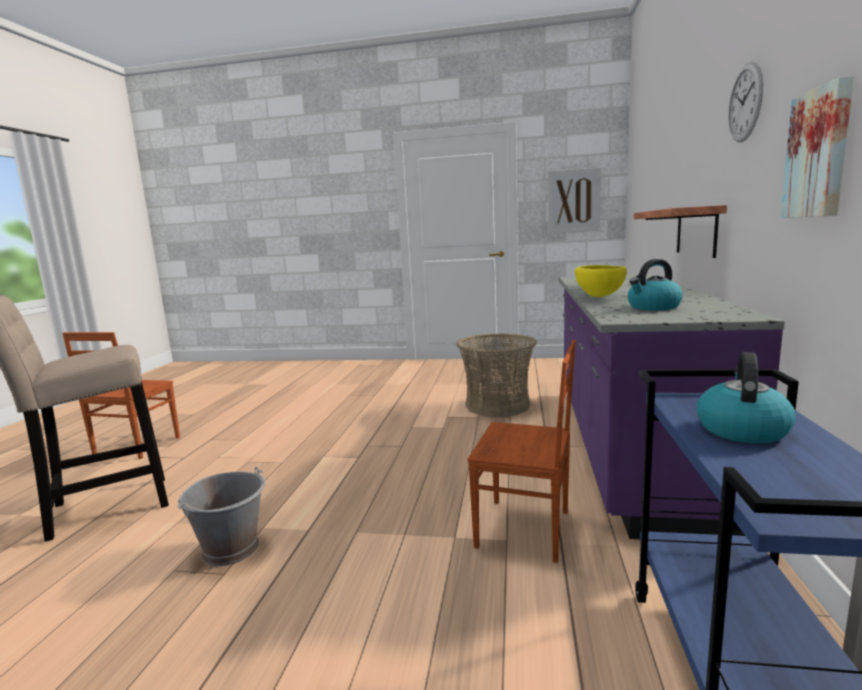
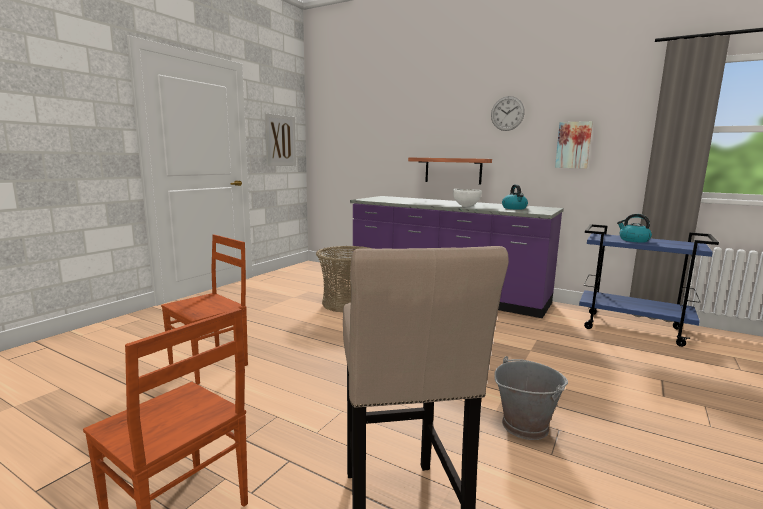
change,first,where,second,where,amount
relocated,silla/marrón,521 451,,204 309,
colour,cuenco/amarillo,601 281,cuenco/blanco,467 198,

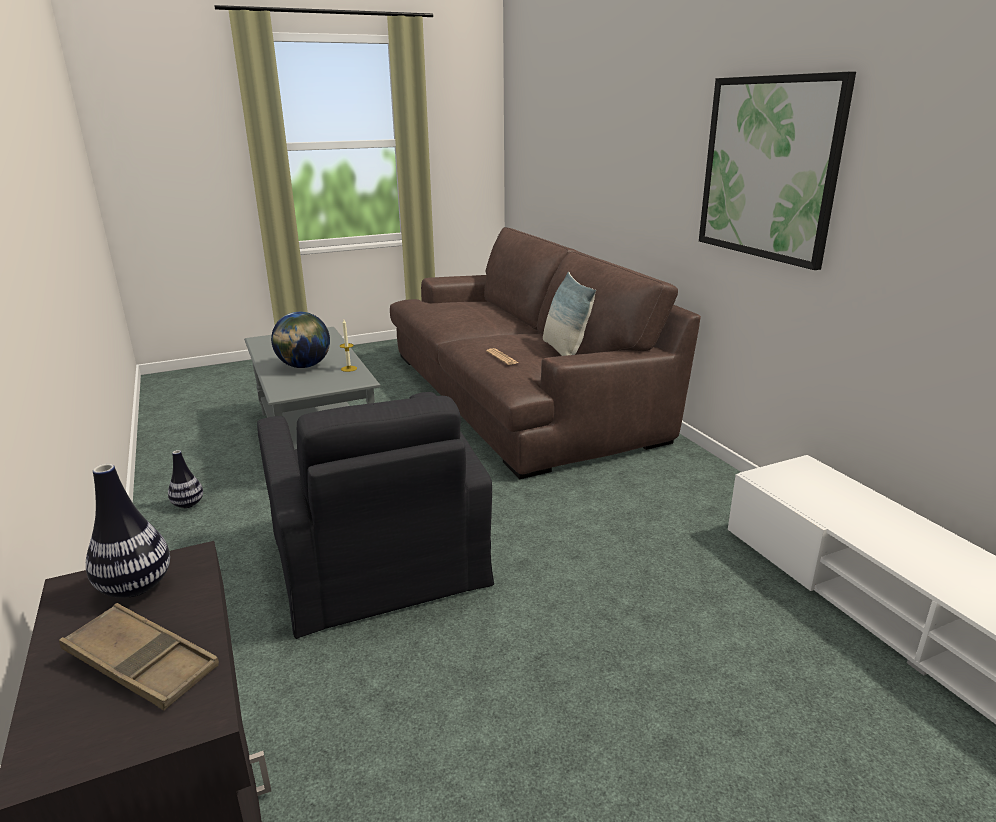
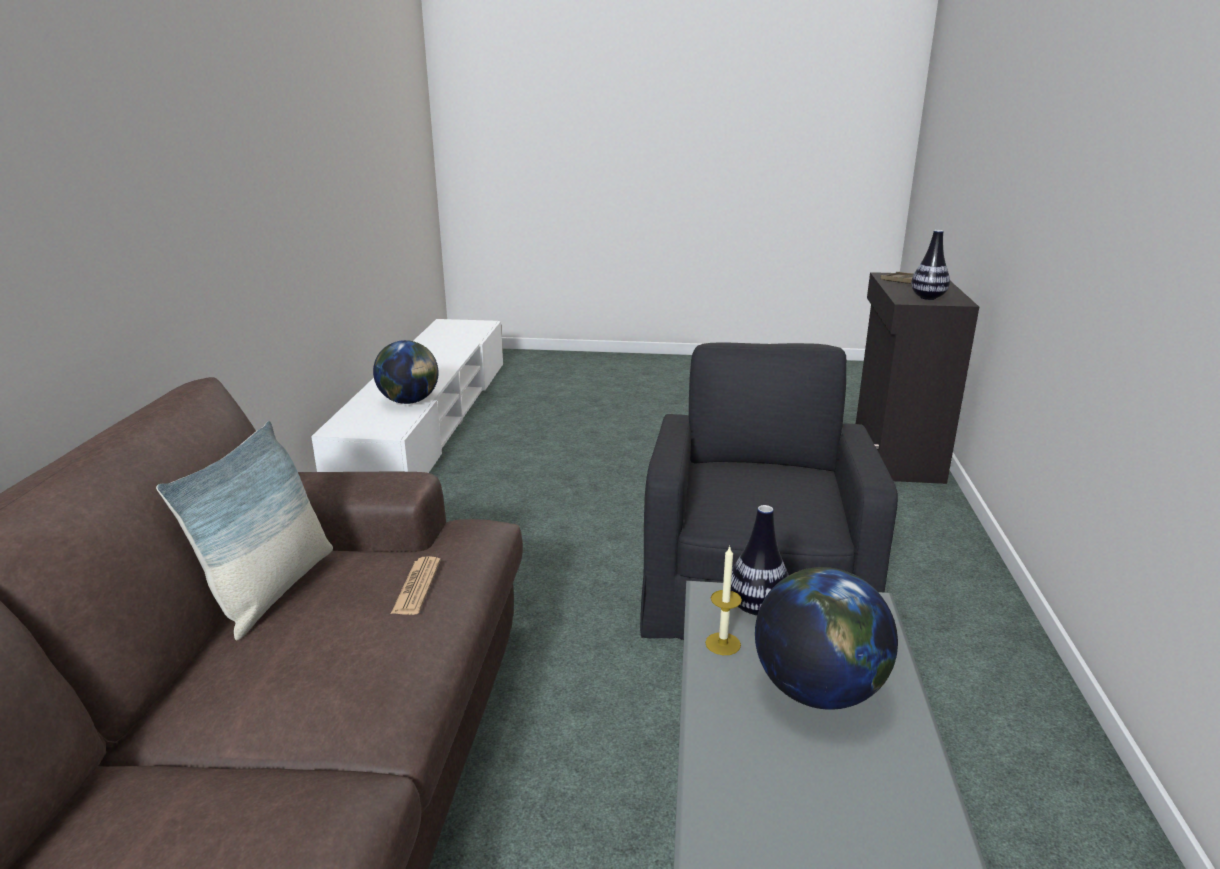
change,first,where,second,where,amount
relocated,florero,185 479,,760 560,
missing,cuadro,777 171,,,
appeared,,,globo terráqueo,406 372,

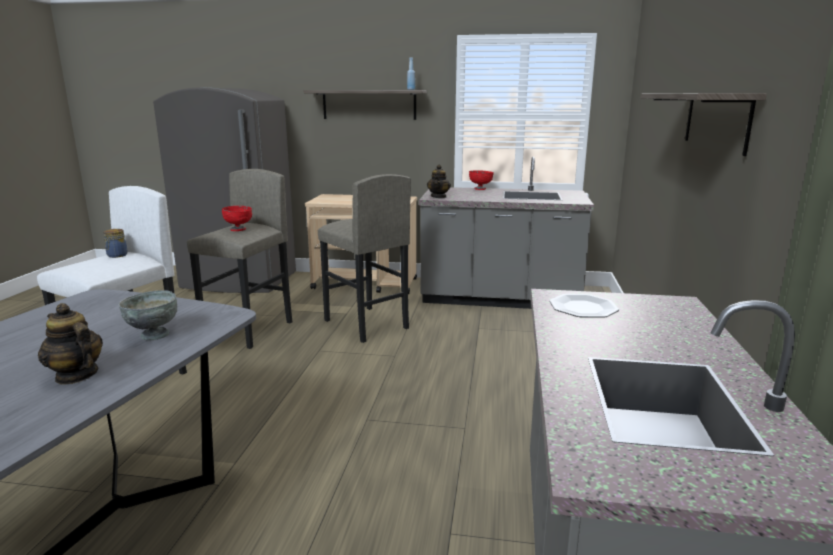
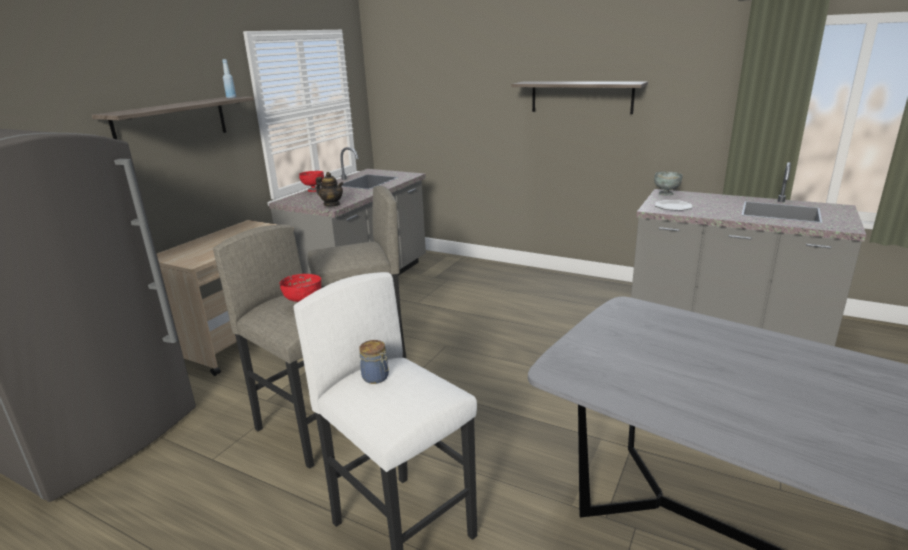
change,first,where,second,where,amount
missing,tetera,70 343,,,
relocated,cuenco/gris,148 315,,668 183,

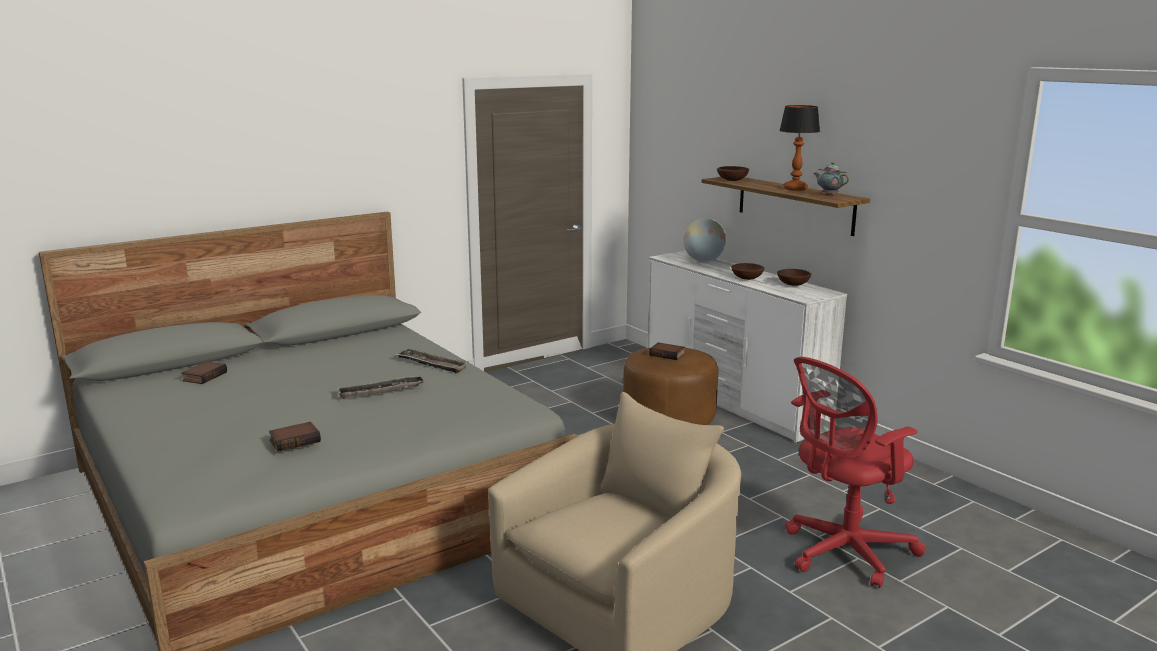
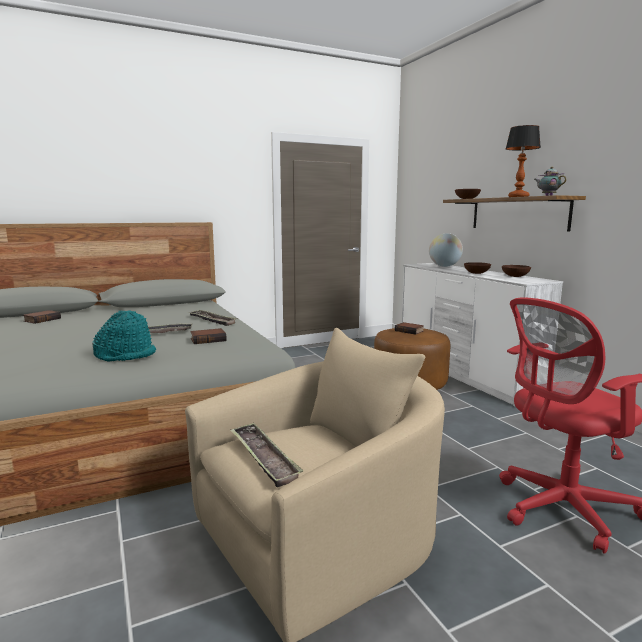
change,first,where,second,where,amount
relocated,libro,295 437,,208 336,
appeared,,,sombrero/turquesa,124 336,
appeared,,,bandeja,266 455,

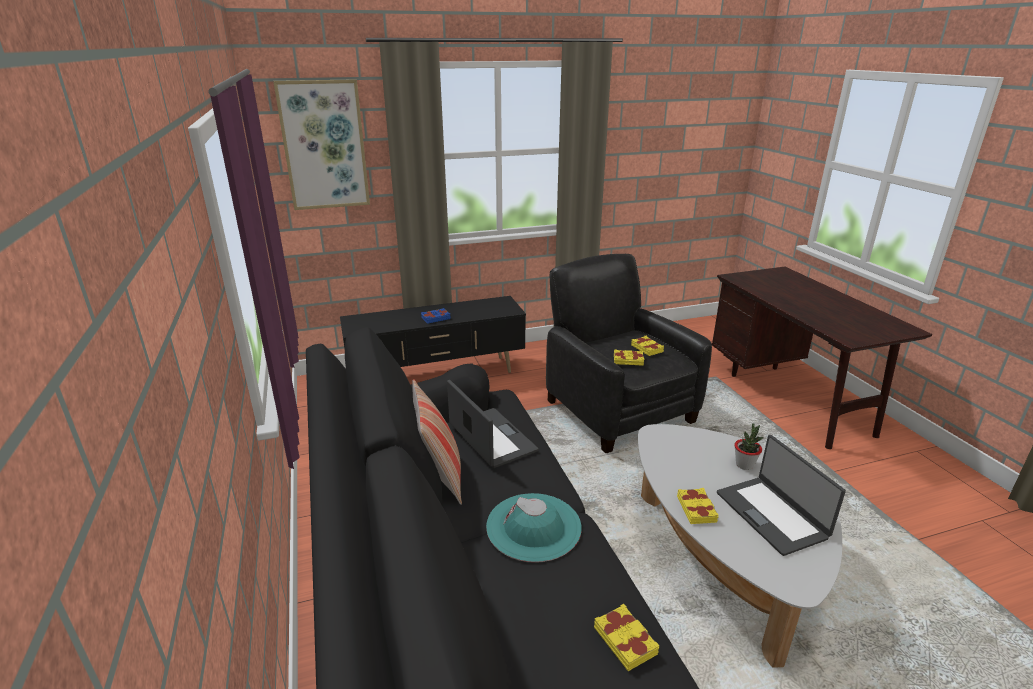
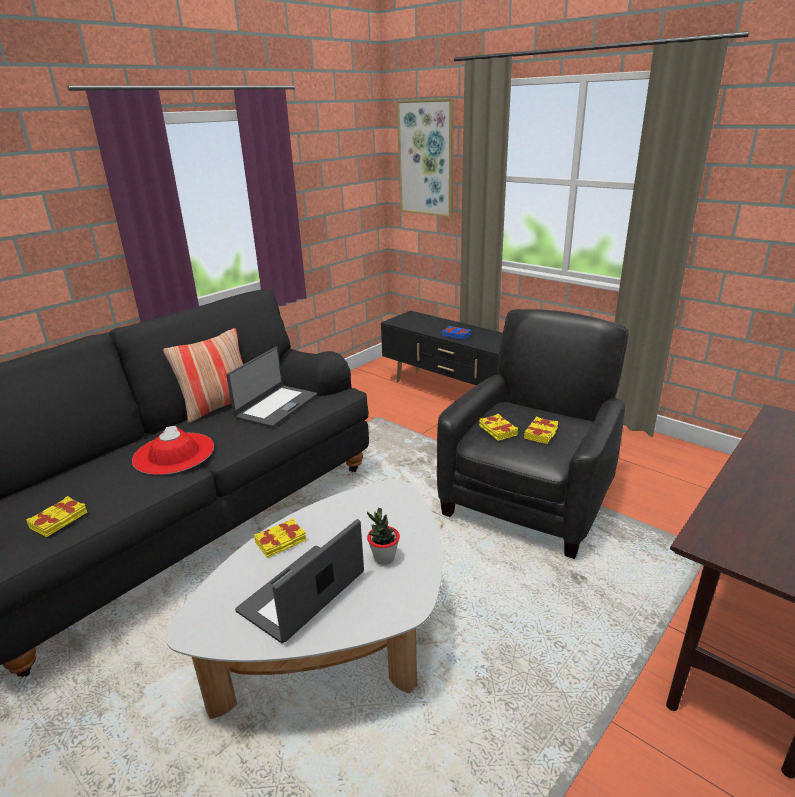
change,first,where,second,where,amount
colour,sombrero/turquesa,534 527,sombrero/rojo,173 450,

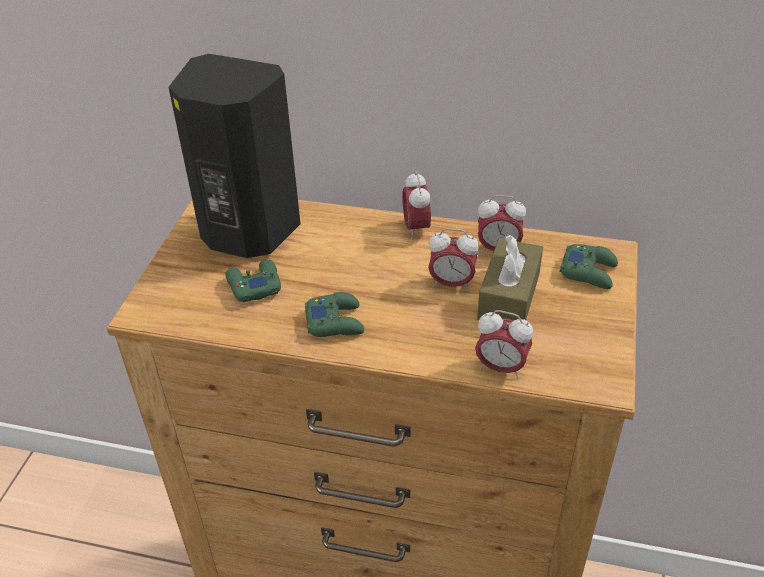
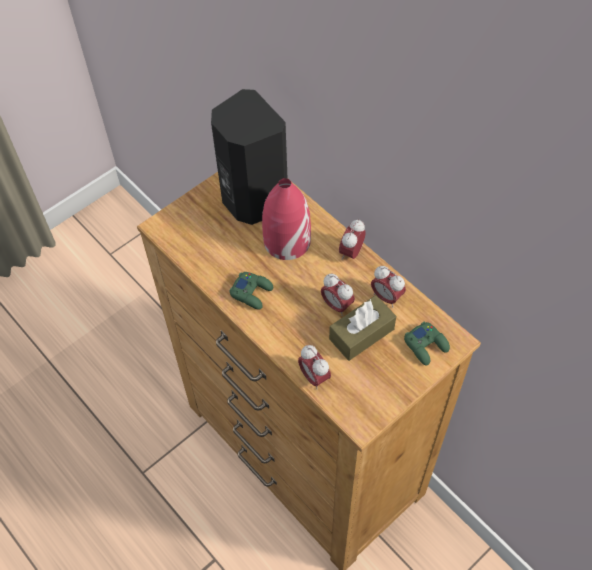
change,first,where,second,where,amount
missing,mando de consola/verde,253 281,,,
appeared,,,florero/rojo,286 219,

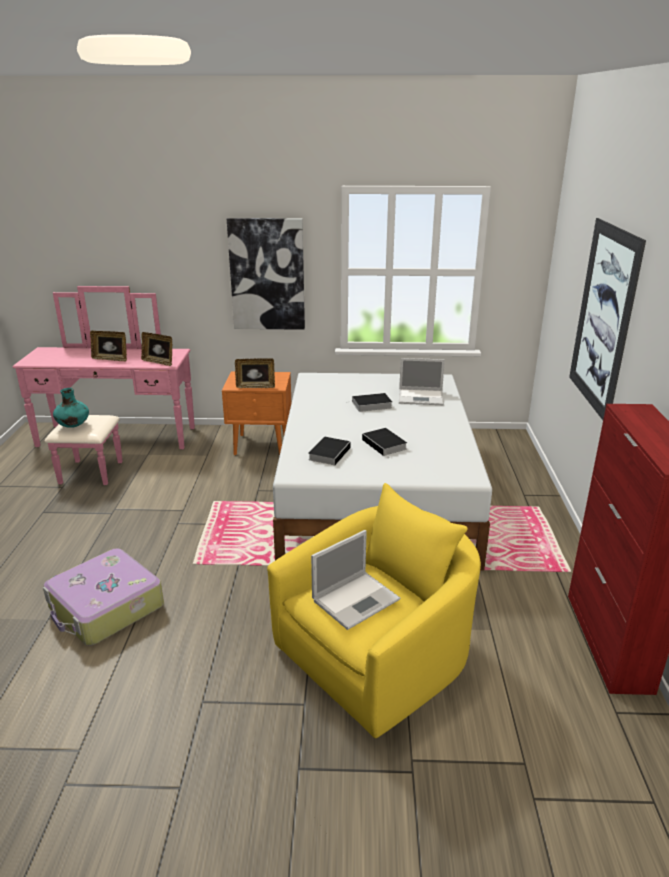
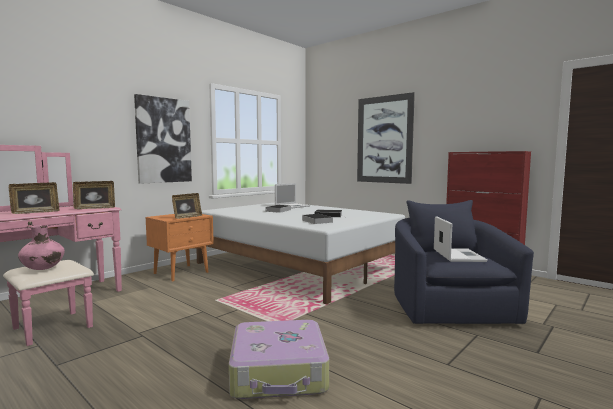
change,first,where,second,where,amount
colour,florero/turquesa,71 408,florero/rosa,41 247,
colour,sillón/amarillo,374 610,sillón/azul,464 262,

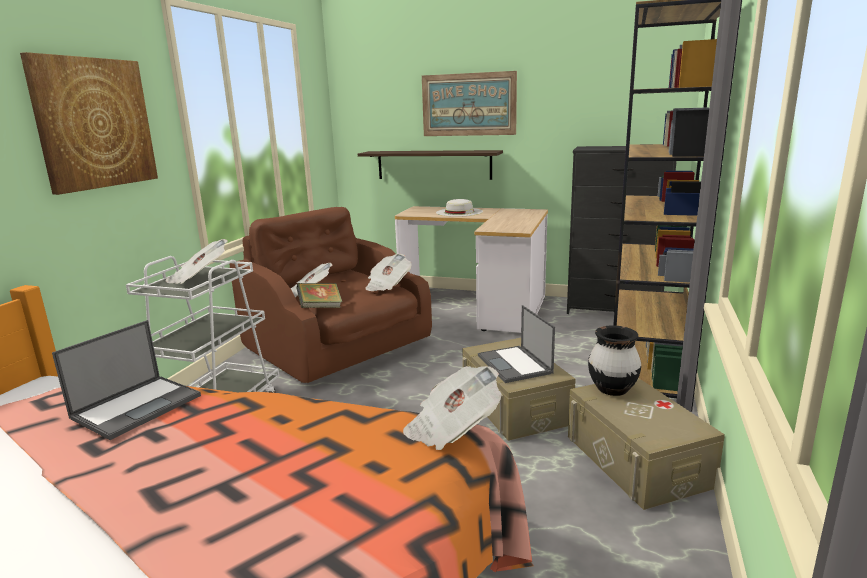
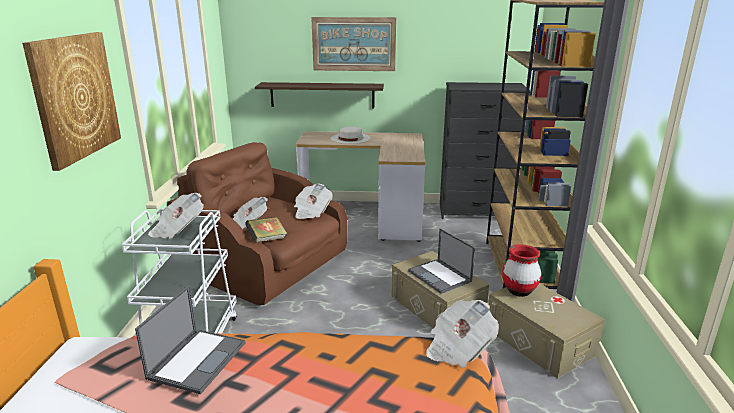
change,first,where,second,where,amount
colour,florero/negro,614 360,florero/rojo,521 270,

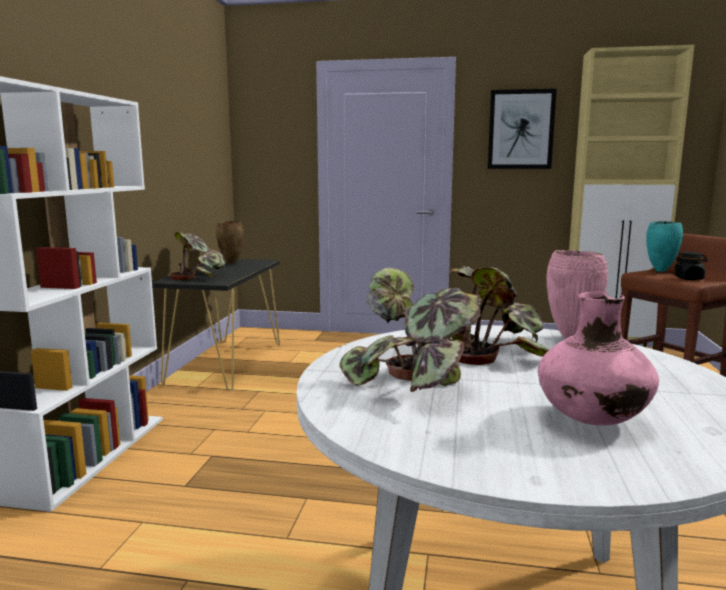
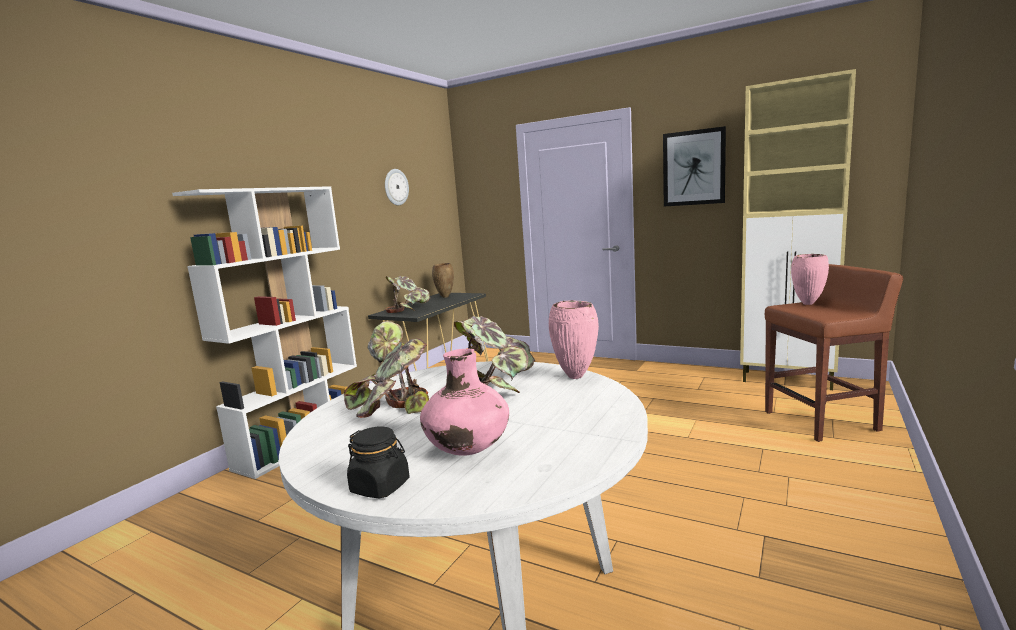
change,first,where,second,where,amount
colour,florero/turquesa,664 246,florero/rosa,810 279,
relocated,tarro/negro,691 266,,378 462,
appeared,,,reloj de pared,397 187,

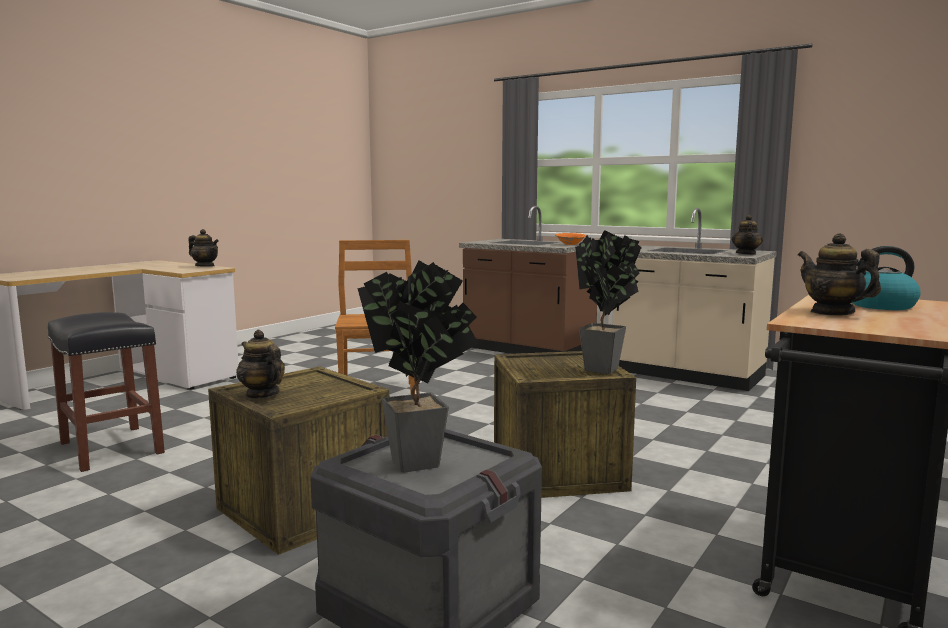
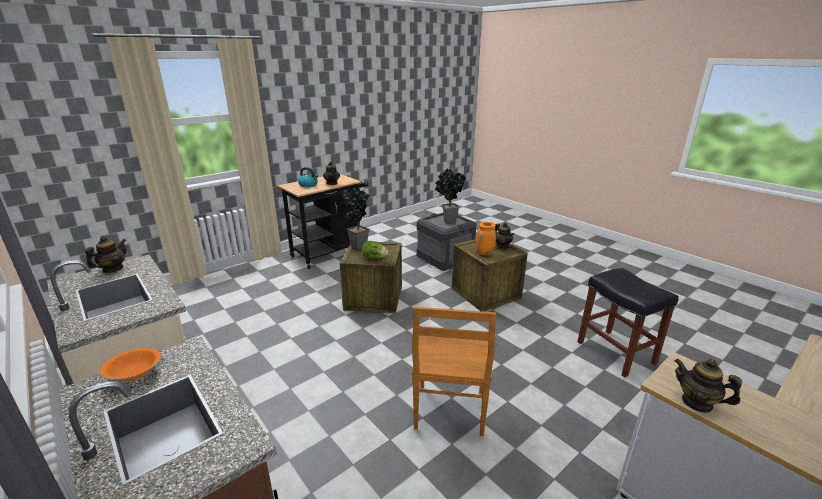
change,first,where,second,where,amount
appeared,,,lechuga,375 250,
appeared,,,florero/naranja,486 238,

